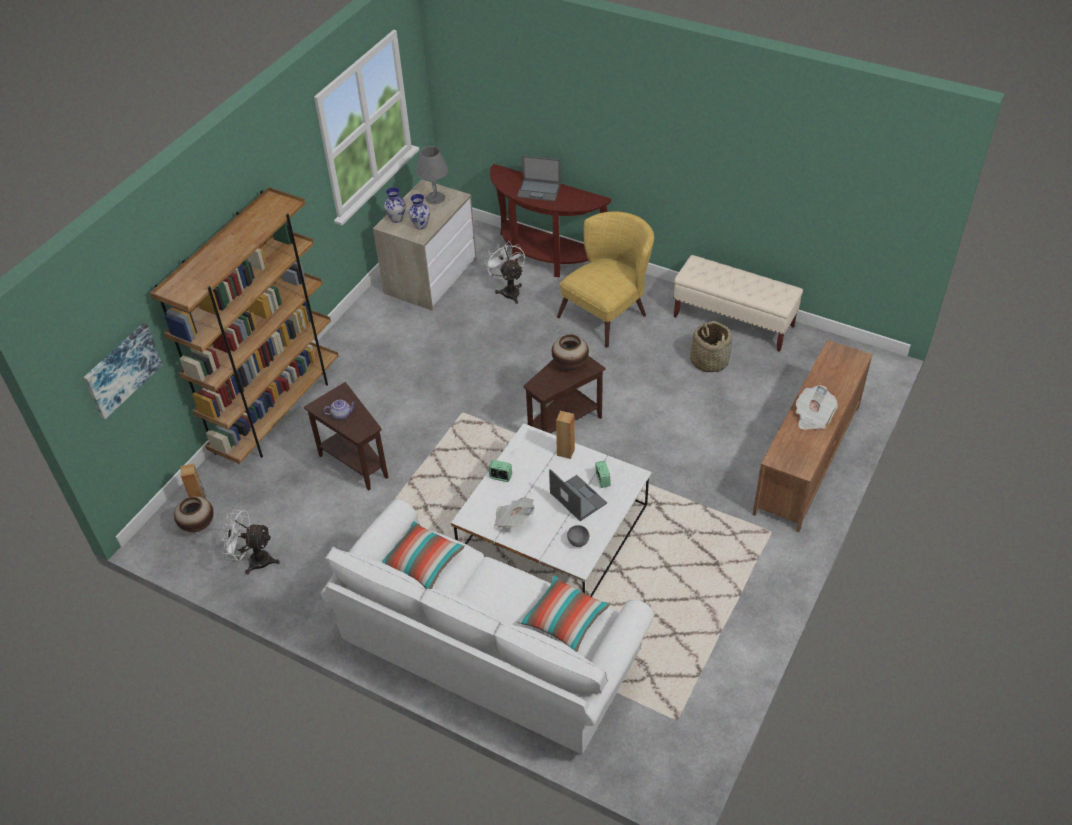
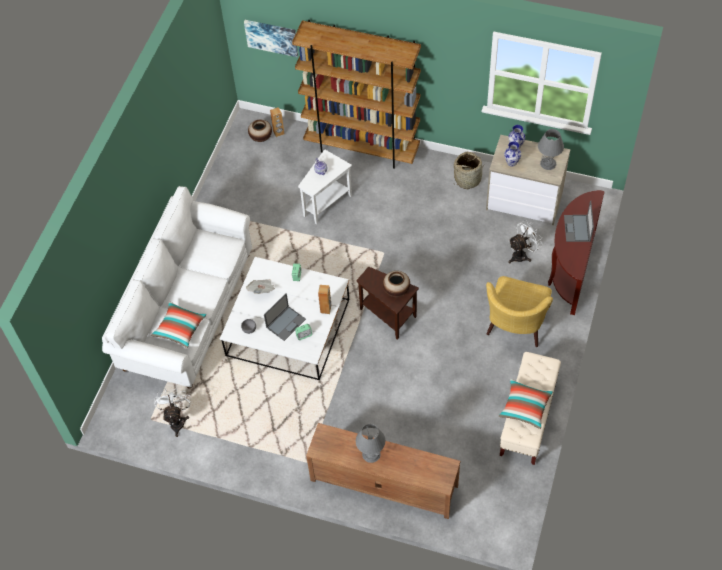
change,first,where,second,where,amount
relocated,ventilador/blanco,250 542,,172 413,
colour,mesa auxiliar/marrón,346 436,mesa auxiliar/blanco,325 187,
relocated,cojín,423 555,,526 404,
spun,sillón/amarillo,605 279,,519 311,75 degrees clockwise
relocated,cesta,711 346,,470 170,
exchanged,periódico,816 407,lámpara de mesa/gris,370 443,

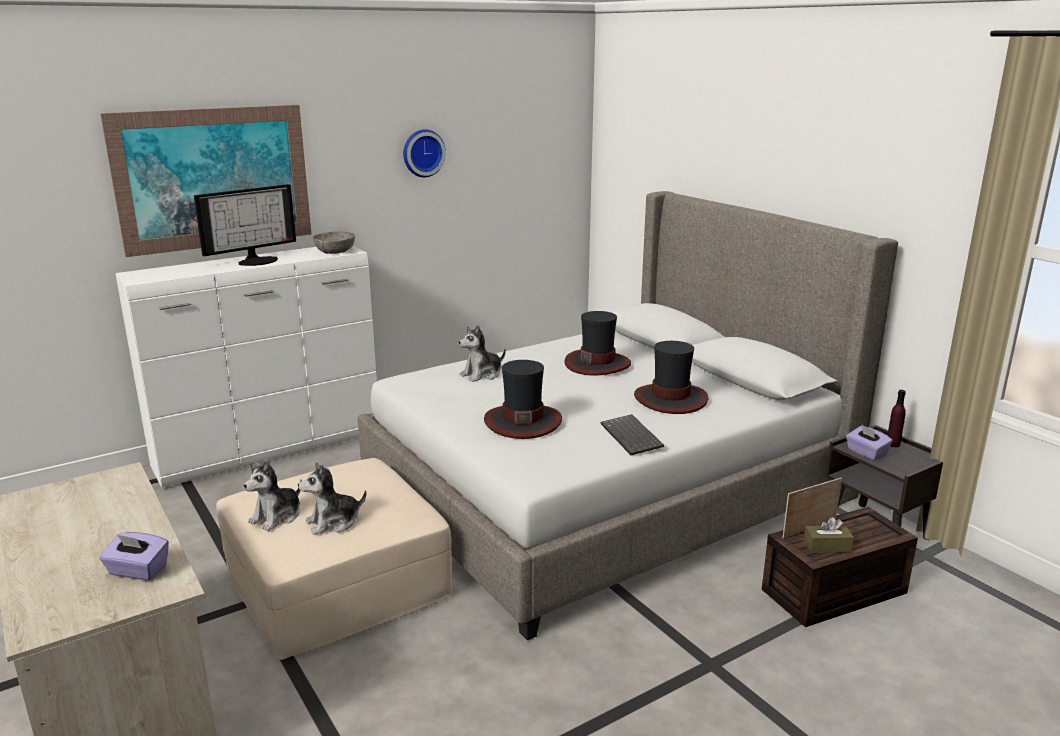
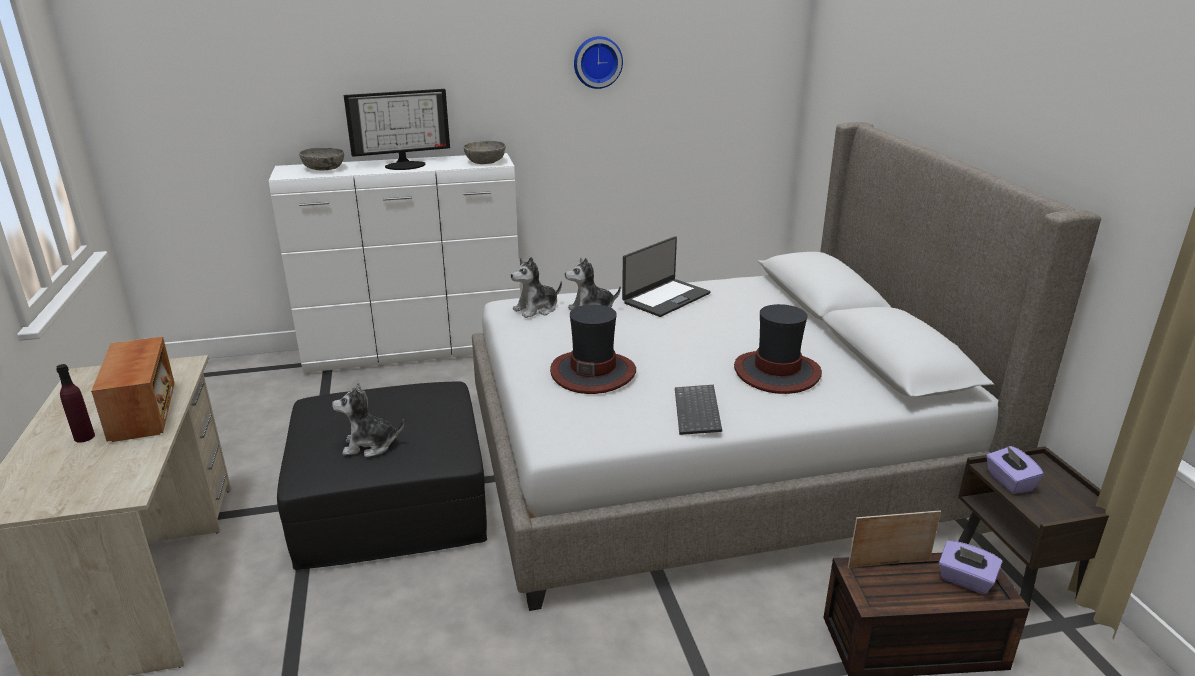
change,first,where,second,where,amount
relocated,caja de pañuelos/morado,134 556,,970 567,
missing,cuadro,205 181,,,
colour,puf/beis,334 559,puf/negro,382 475,
relocated,peluche,273 495,,536 287,
missing,sombrero,597 343,,,
missing,caja de pañuelos/marrón,828 535,,,
relocated,botella/morado,896 418,,75 403,
appeared,,,radio,133 389,
appeared,,,cuenco/gris,321 159,
appeared,,,portátil,666 276,

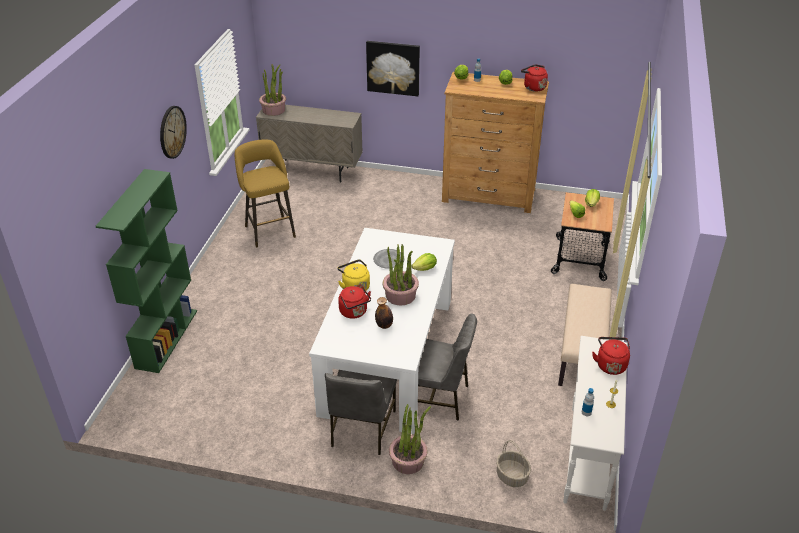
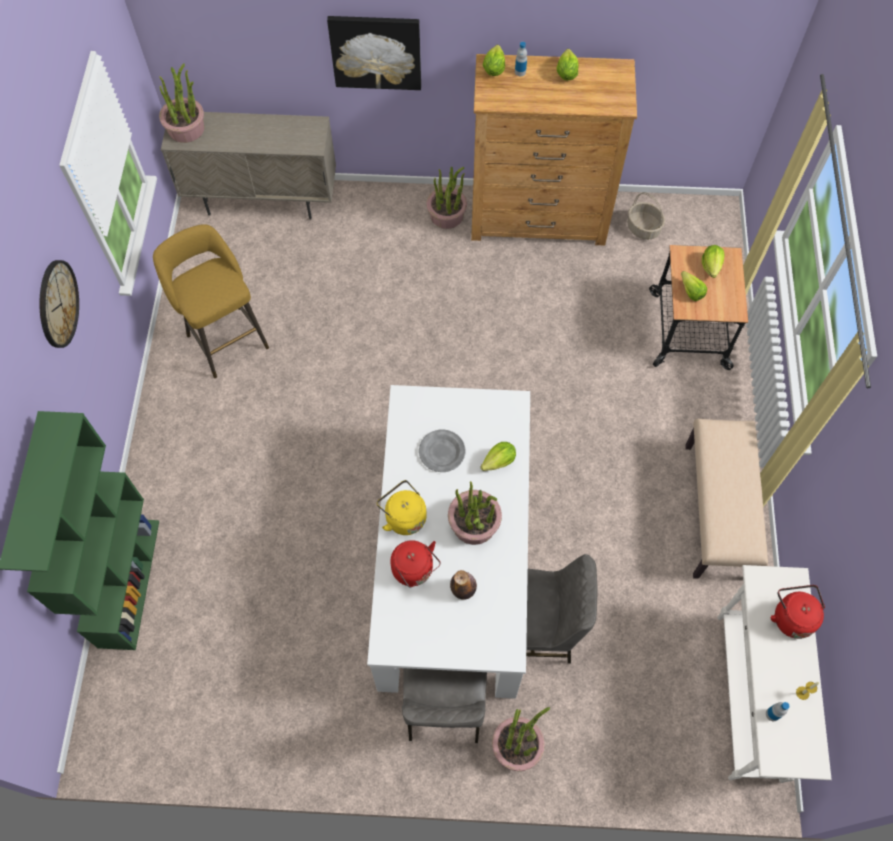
change,first,where,second,where,amount
relocated,cesta,513 463,,646 216,
missing,hervidor/rojo,534 78,,,
appeared,,,planta en maceta,447 198,

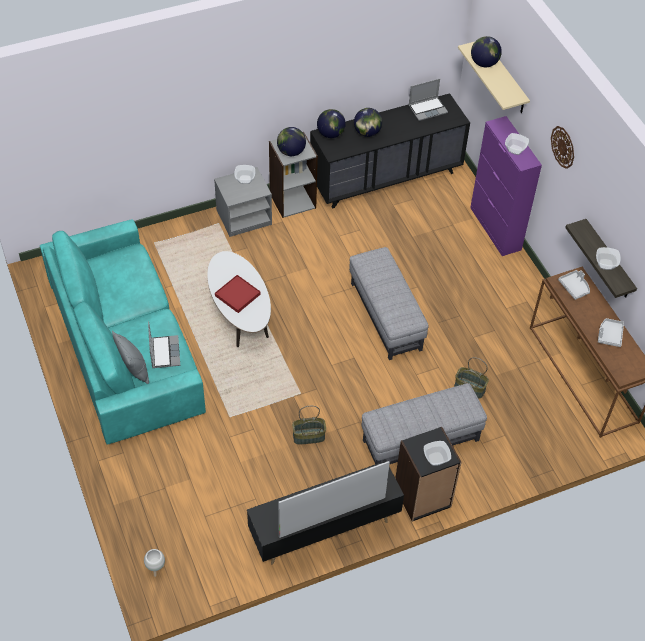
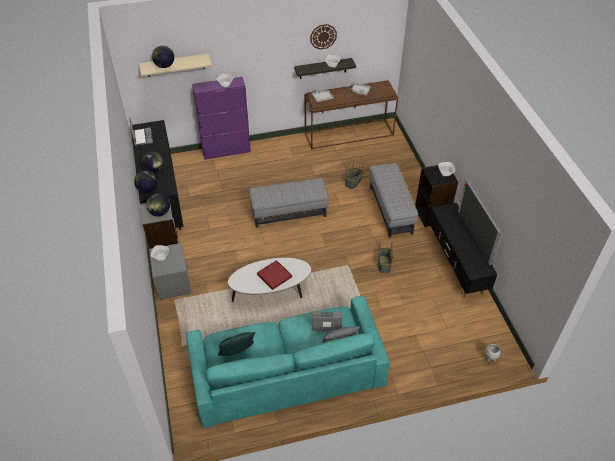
change,first,where,second,where,amount
relocated,reloj de pared,562 147,,323 36,
appeared,,,cojín/verde,236 344,

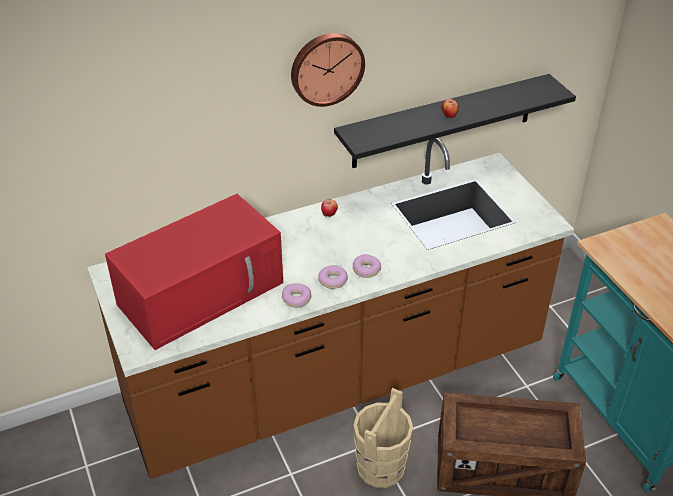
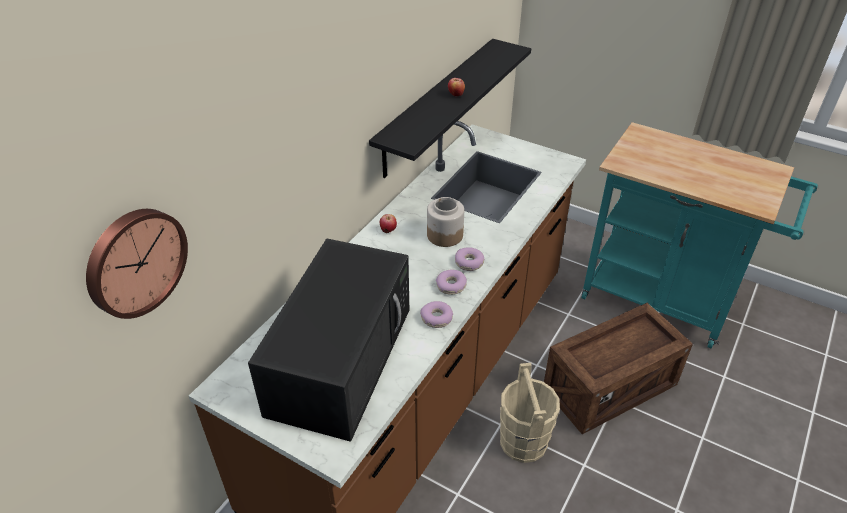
change,first,where,second,where,amount
colour,microondas/rojo,194 272,microondas/negro,328 340,
relocated,reloj de pared,328 70,,137 264,
appeared,,,tarro,445 222,

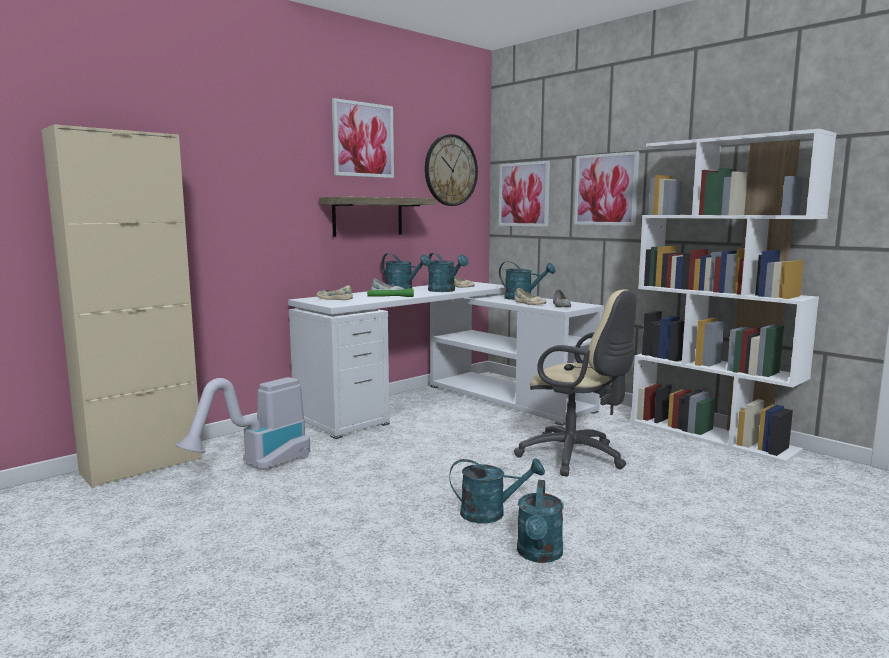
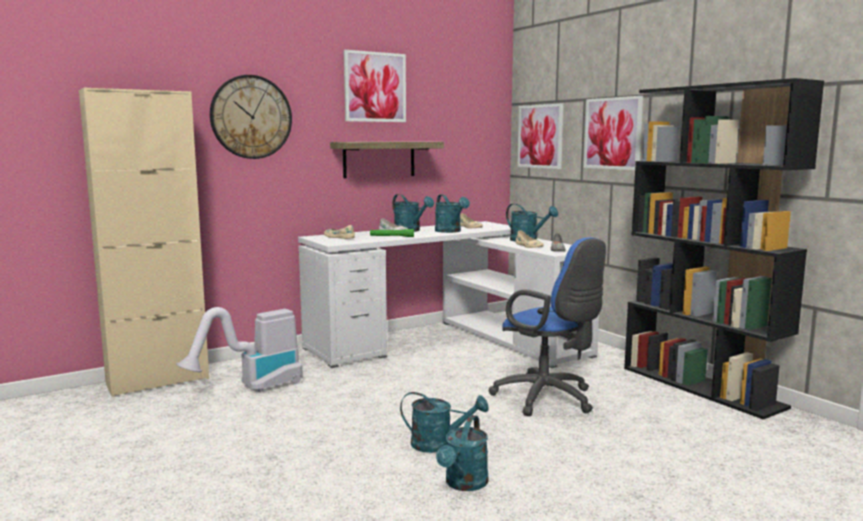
change,first,where,second,where,amount
relocated,reloj de pared,451 170,,251 117,
colour,silla de oficina/beis,575 382,silla de oficina/azul,547 326,
colour,estantería/blanco,733 296,estantería/negro,724 248,

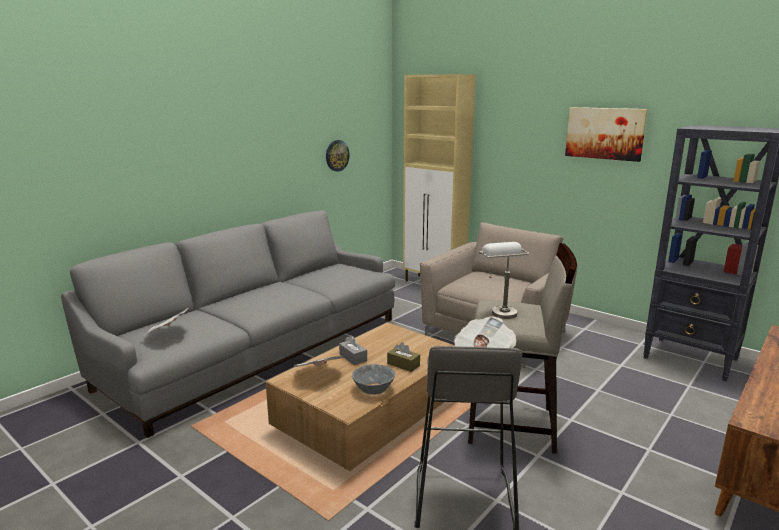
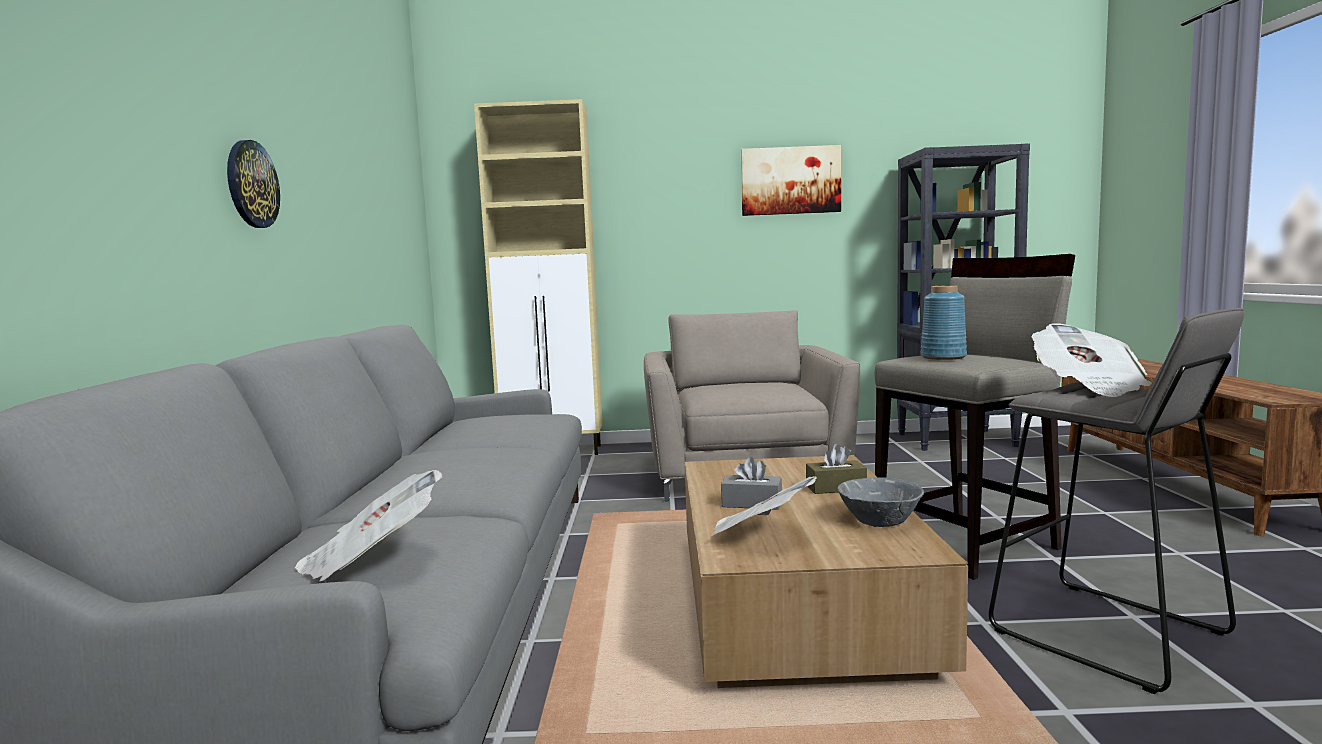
change,first,where,second,where,amount
relocated,reloj de pared,338 156,,253 184,
exchanged,lámpara de mesa/gris,504 280,florero/azul,943 322,

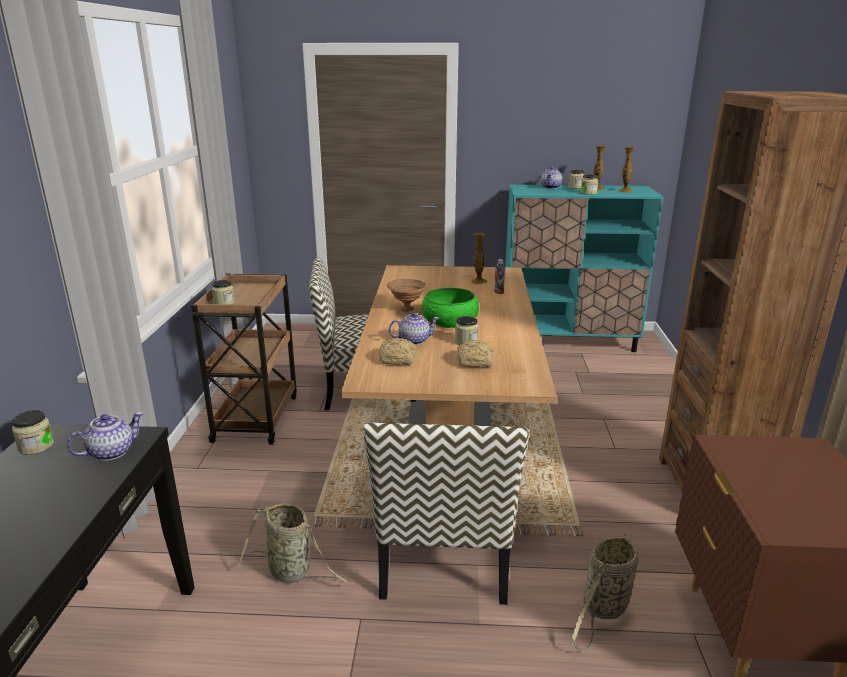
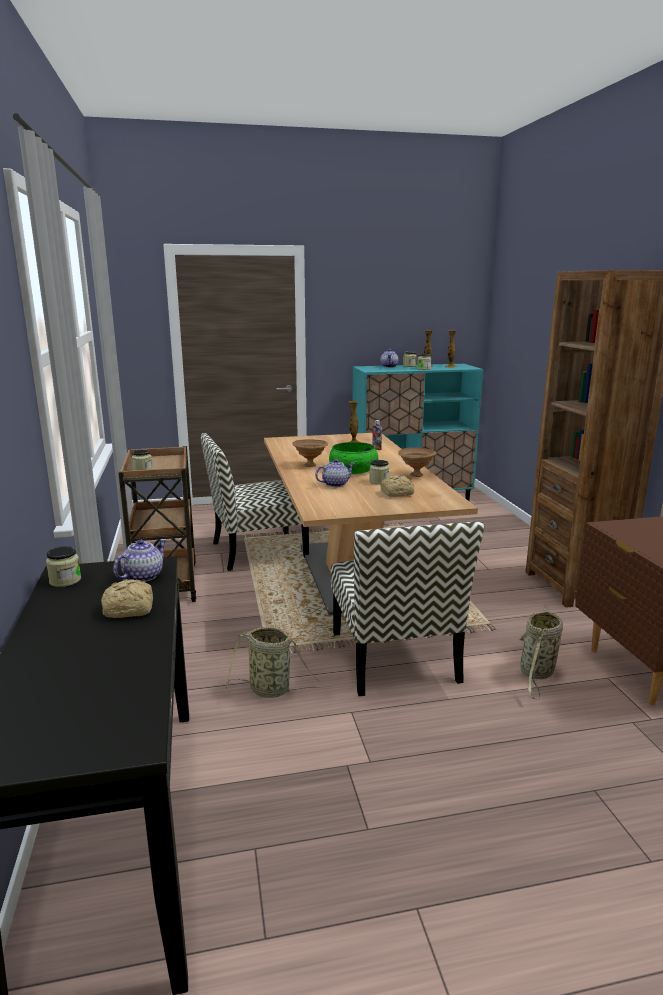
change,first,where,second,where,amount
relocated,pan,397 351,,127 598,
appeared,,,cuenco/marrón,417 462,

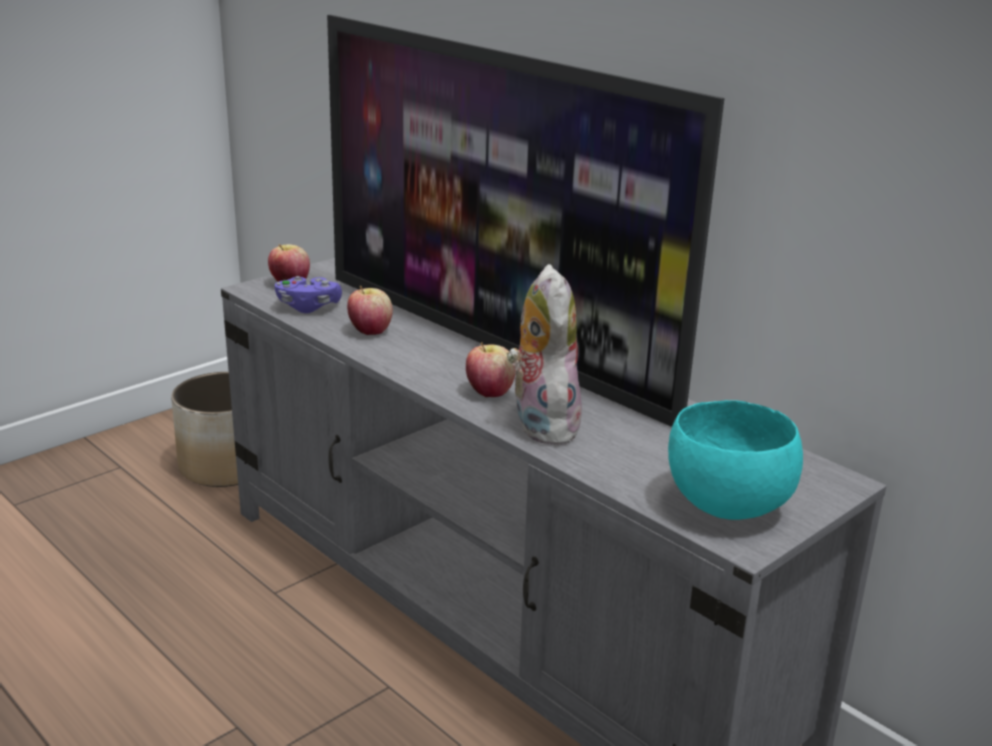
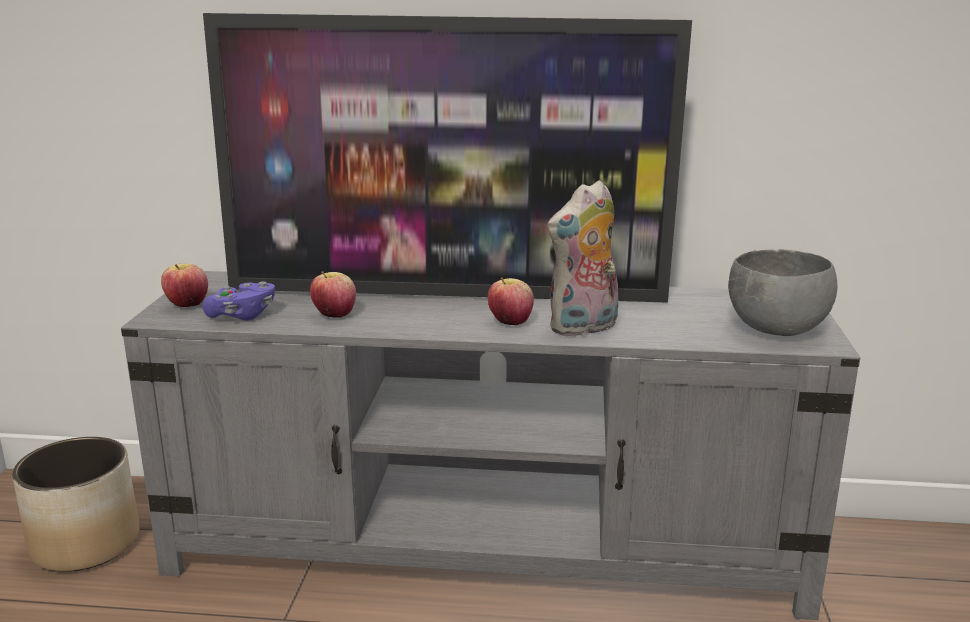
change,first,where,second,where,amount
spun,peluche,544 354,,583 258,75 degrees counterclockwise
colour,cuenco/turquesa,735 460,cuenco/gris,783 292,

